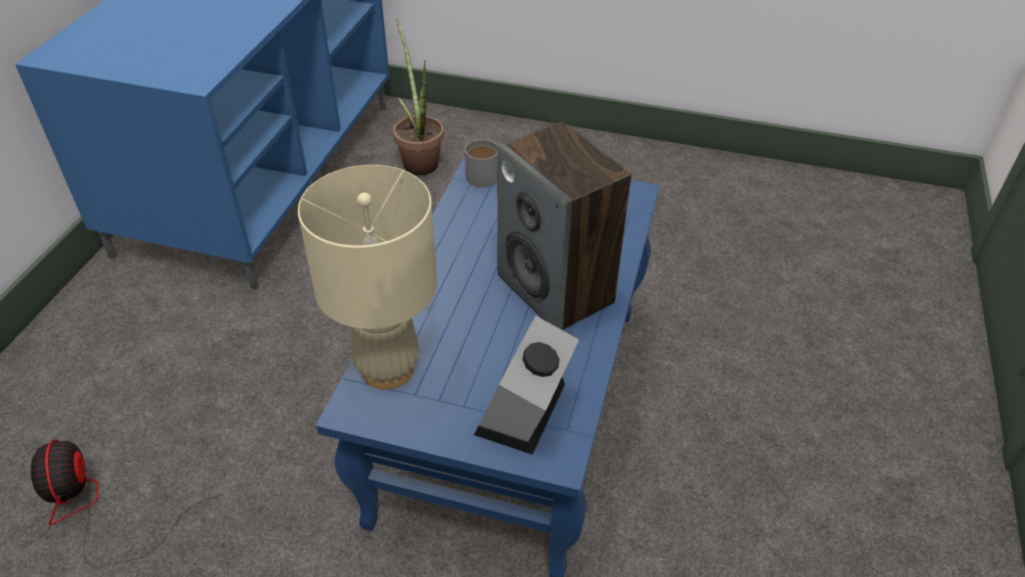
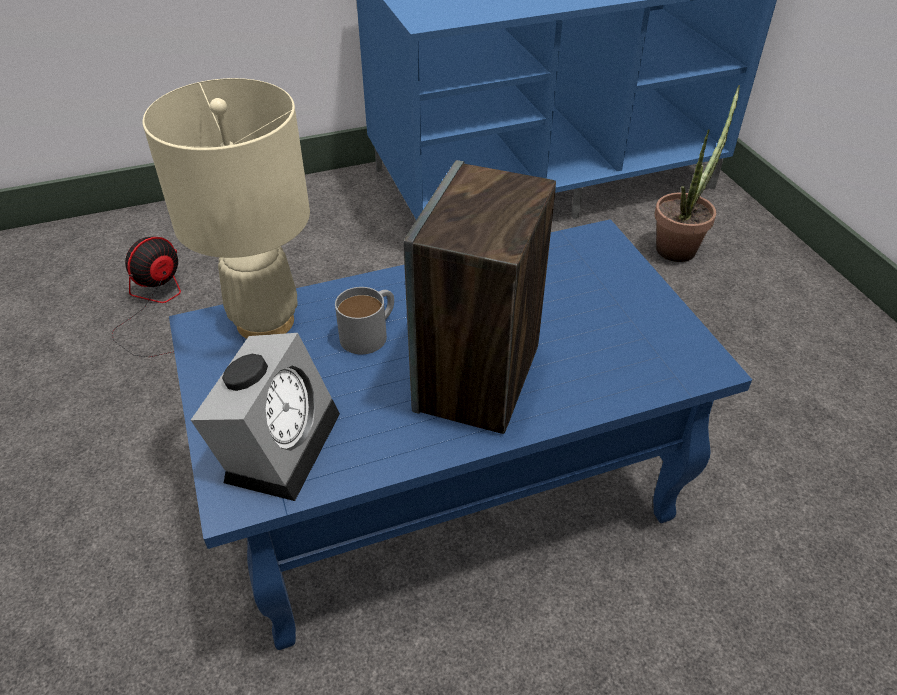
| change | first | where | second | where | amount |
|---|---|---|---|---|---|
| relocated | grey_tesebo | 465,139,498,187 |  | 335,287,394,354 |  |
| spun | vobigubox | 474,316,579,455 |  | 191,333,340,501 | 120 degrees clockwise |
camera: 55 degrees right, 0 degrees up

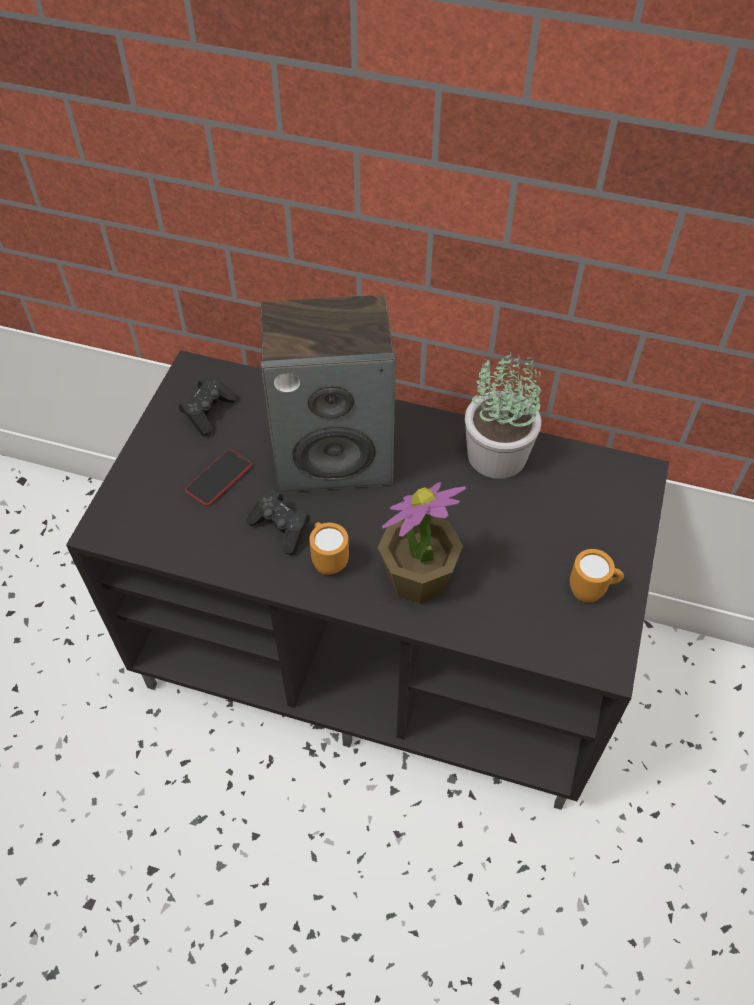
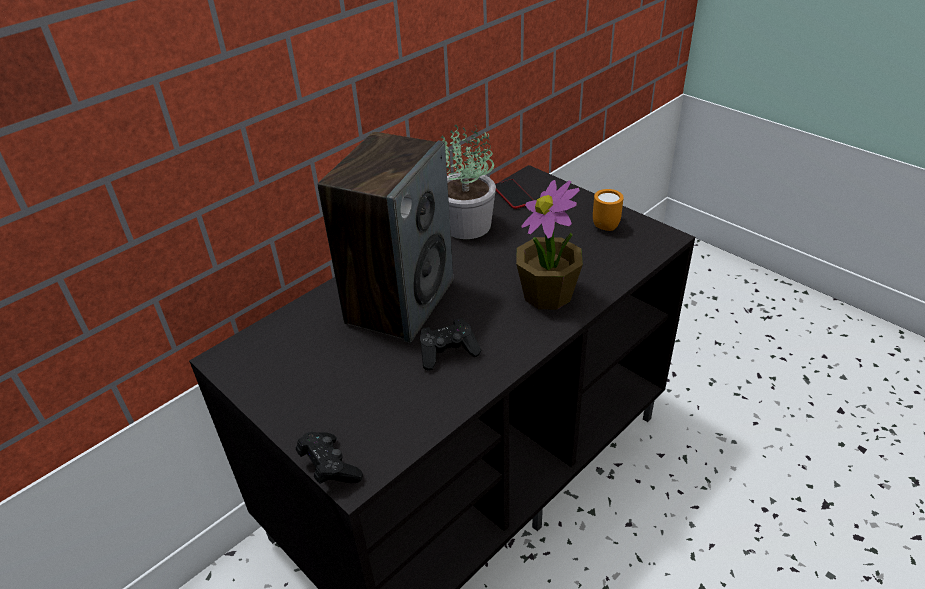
| change | first | where | second | where | amount |
|---|---|---|---|---|---|
| relocated | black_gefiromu | 179,375,236,436 |  | 296,432,363,484 |  |
| relocated | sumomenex | 185,449,252,506 |  | 495,179,534,209 |  |
| missing | orange_tesebo | 309,522,349,575 |  |  |  |
camera: 60 degrees left, 15 degrees down

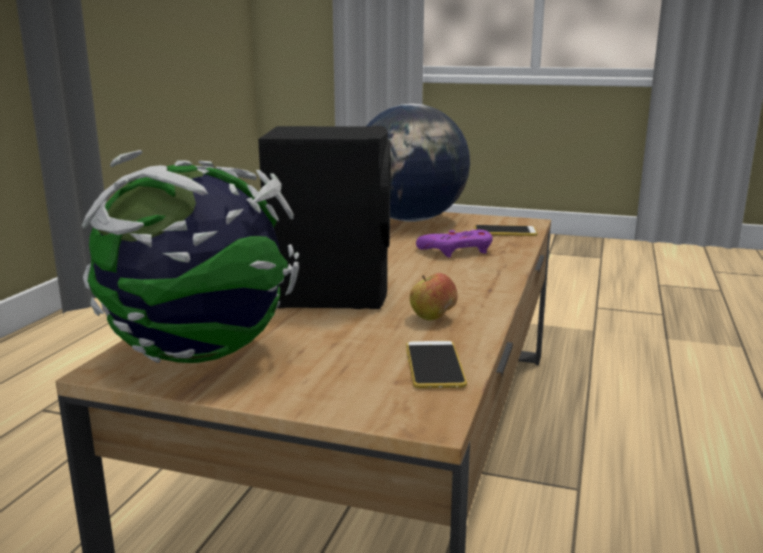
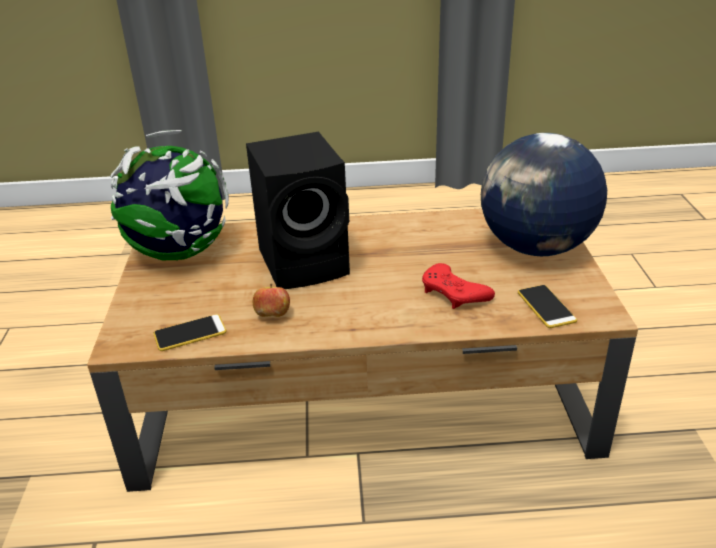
| change | first | where | second | where | amount |
|---|---|---|---|---|---|
| colour | purple_gefiromu | 416,230,493,258 | red_gefiromu | 422,263,495,309 |  |
camera: 70 degrees right, 15 degrees up

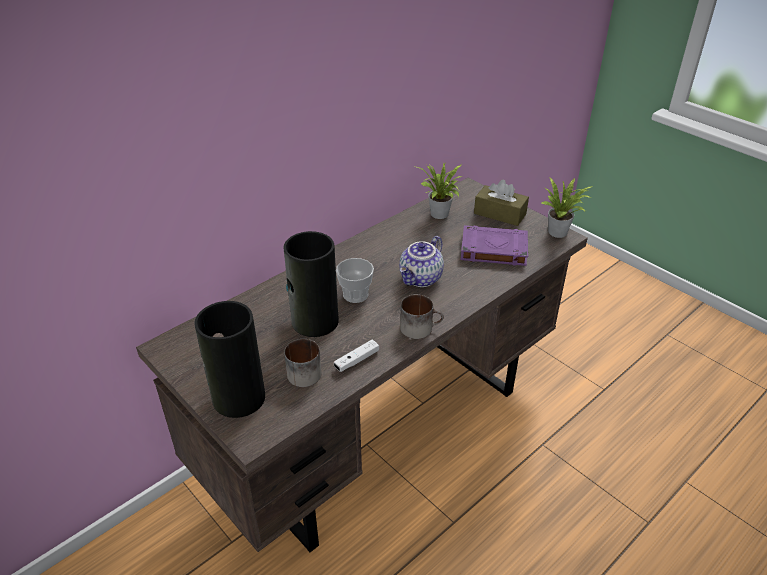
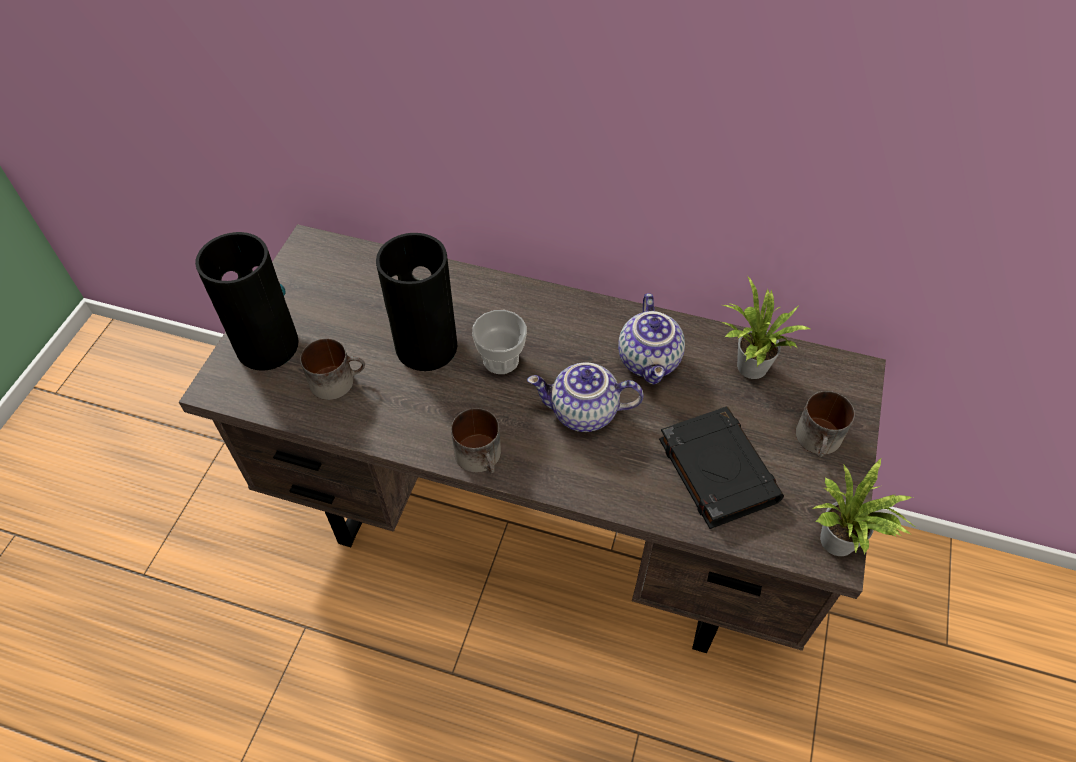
| change | first | where | second | where | amount |
|---|---|---|---|---|---|
| missing | white_gefiromu | 334,340,379,372 |  |  |  |
| colour | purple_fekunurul | 461,226,528,266 | black_fekunurul | 659,406,784,529 |  |
| exchanged | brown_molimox | 474,180,529,226 | tesebo | 796,391,855,457 |  |
| appeared |  |  | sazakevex | 618,293,685,385 |  |
camera: 60 degrees right, 15 degrees up

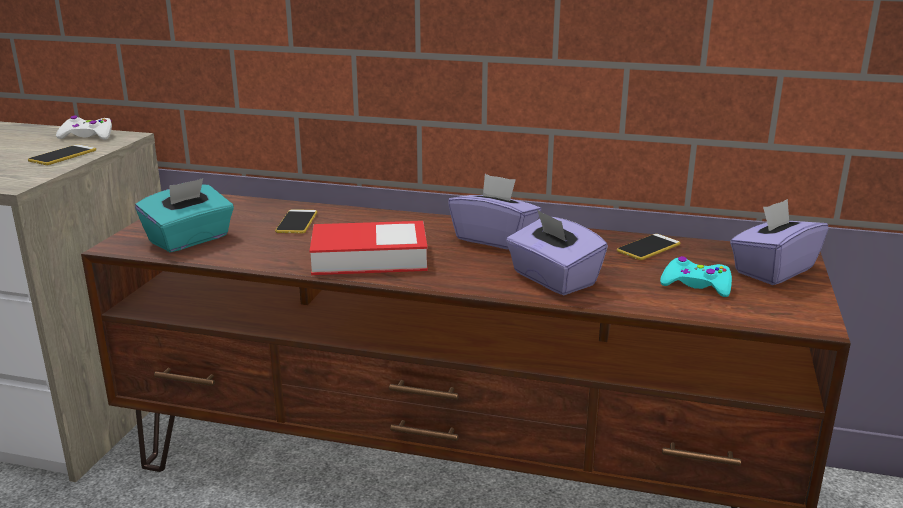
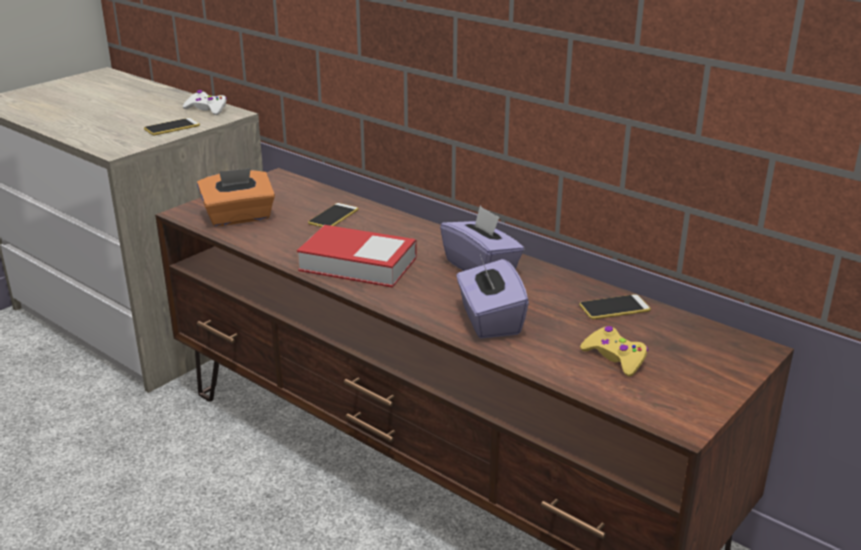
| change | first | where | second | where | amount |
|---|---|---|---|---|---|
| colour | turquoise_molimox | 135,178,234,252 | orange_molimox | 197,168,275,227 |  |
| colour | turquoise_gefiromu | 660,256,732,297 | yellow_gefiromu | 580,326,648,376 |  |
| missing | purple_molimox | 730,199,829,285 |  |  |  |
camera: 25 degrees right, 5 degrees up

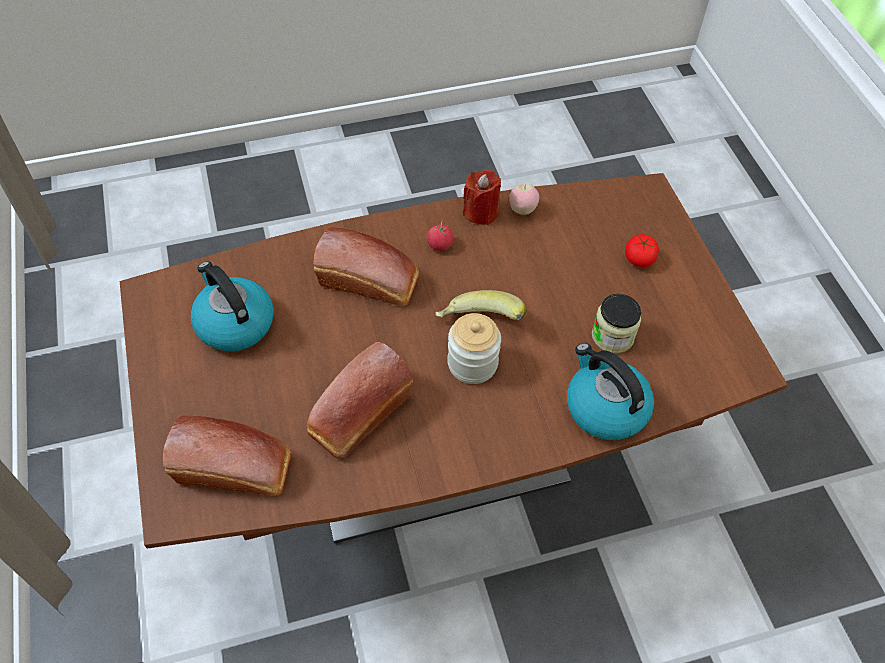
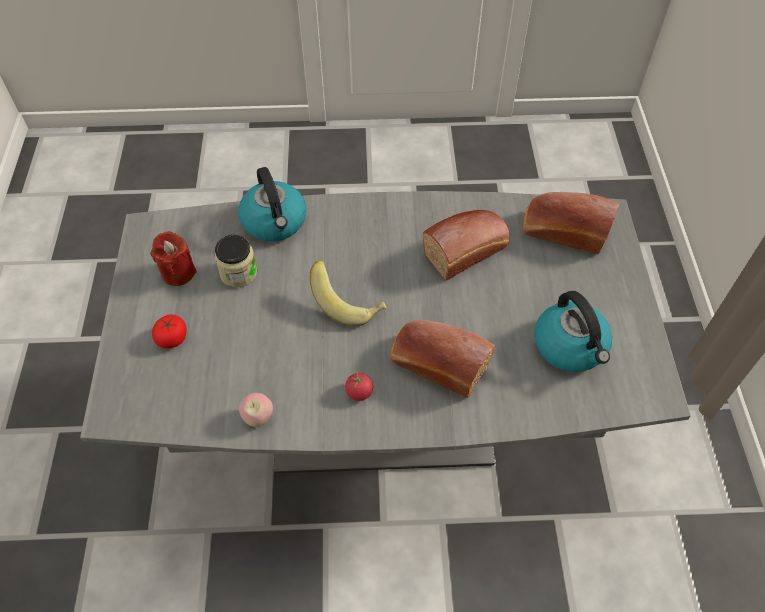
| change | first | where | second | where | amount |
|---|---|---|---|---|---|
| colour | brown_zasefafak | 120,173,788,549 | grey_zasefafak | 80,191,691,473 |  |
| missing | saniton | 447,313,501,384 |  |  |  |
| relocated | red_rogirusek | 463,169,501,225 |  | 150,231,197,286 |  |
camera: 165 degrees left, 0 degrees up

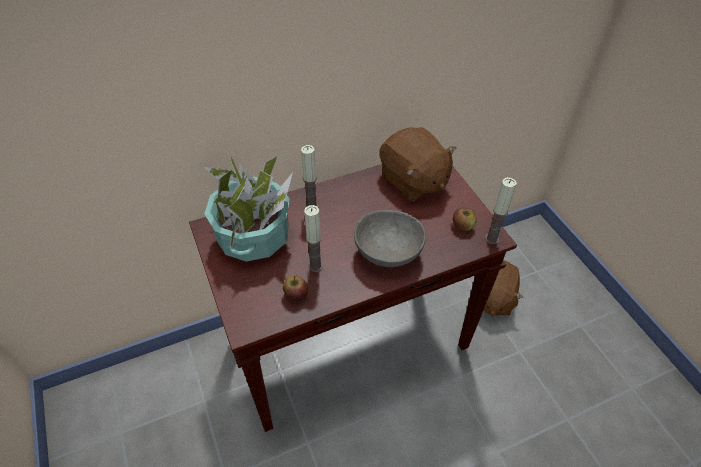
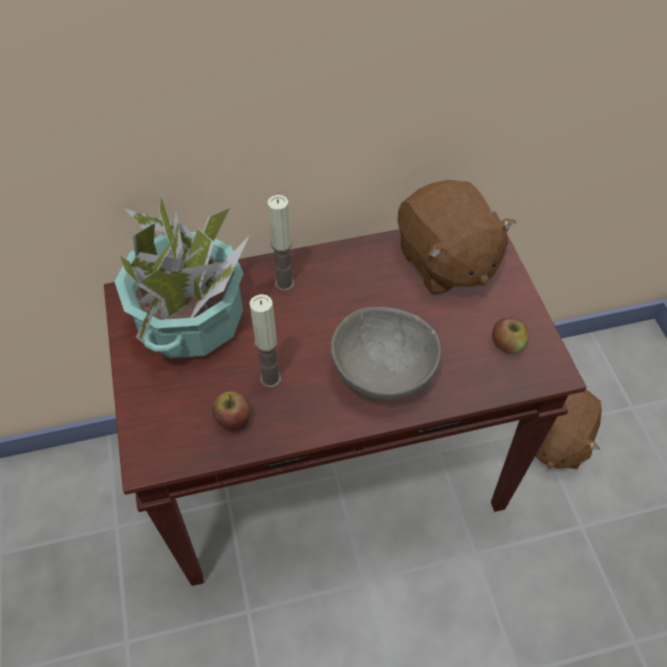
| change | first | where | second | where | amount |
|---|---|---|---|---|---|
| missing | rogirusek | 485,177,517,244 |  |  |  |
camera: 10 degrees right, 5 degrees up

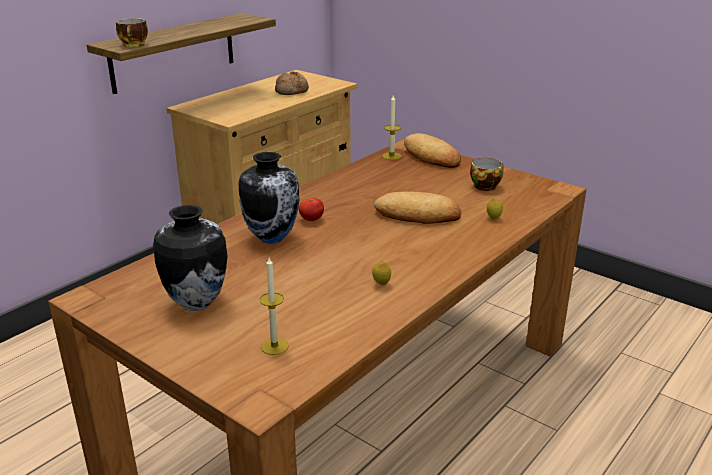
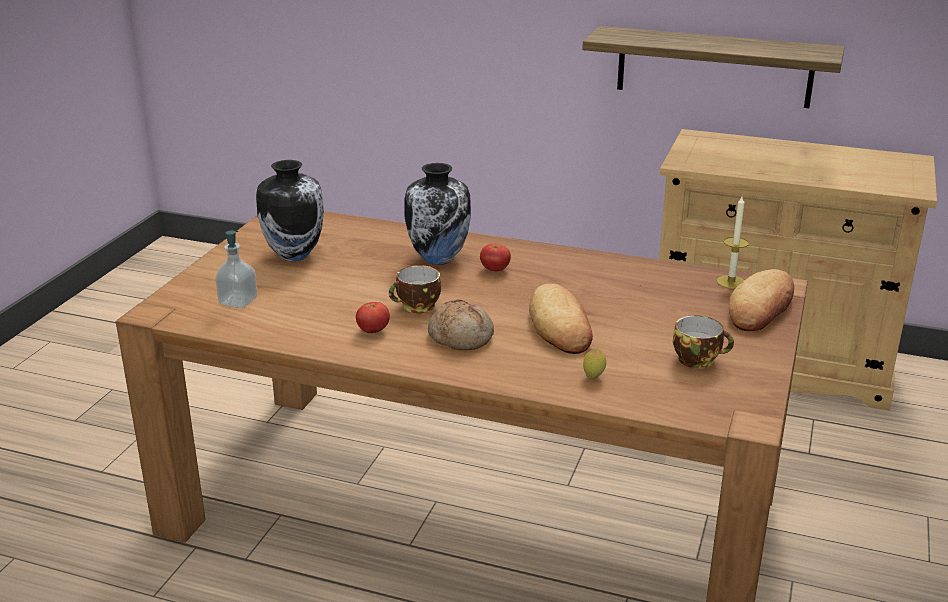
| change | first | where | second | where | amount |
|---|---|---|---|---|---|
| relocated | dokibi | 116,18,148,47 |  | 389,265,441,313 |  |
| exchanged | rogirusek | 260,257,289,355 | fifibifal | 215,230,257,308 |  |
| relocated | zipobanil | 275,71,309,95 |  | 428,299,494,350 |  |
| exchanged | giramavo | 372,262,391,285 | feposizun | 356,302,390,333 |  |
camera: 70 degrees right, 0 degrees up

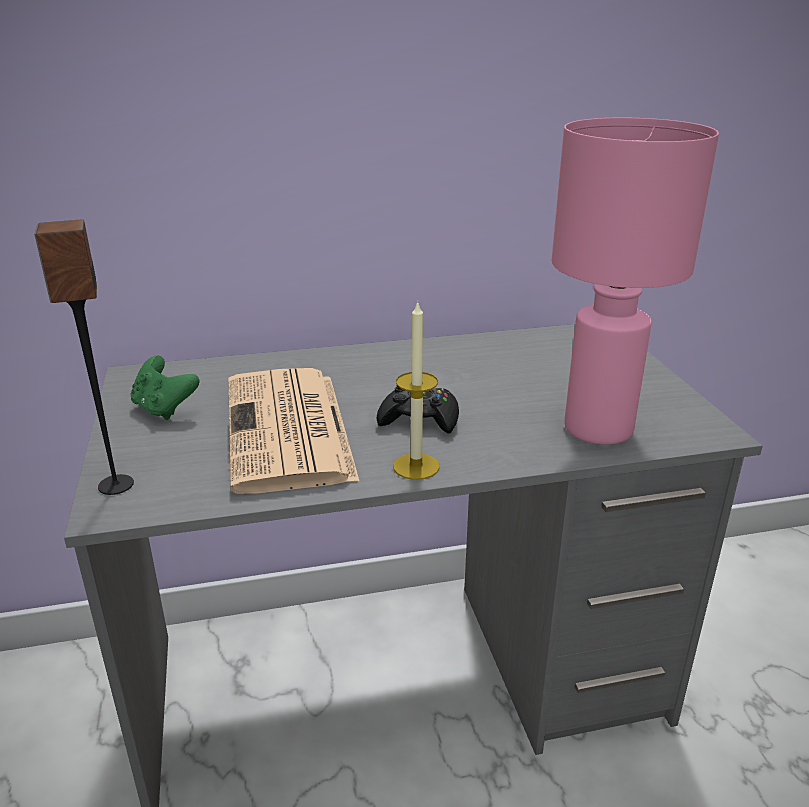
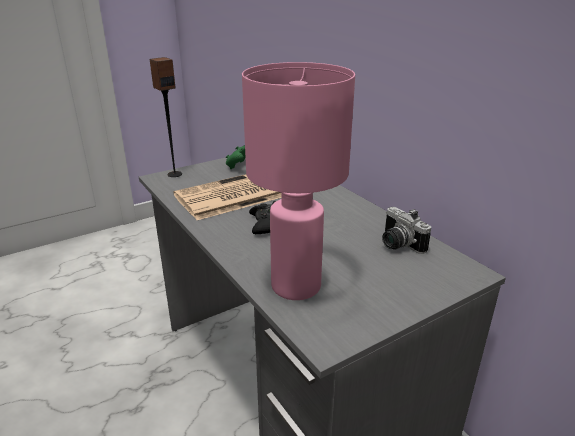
| change | first | where | second | where | amount |
|---|---|---|---|---|---|
| missing | rogirusek | 393,301,440,480 |  |  |  |
| appeared |  |  | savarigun | 382,207,431,254 |  |
camera: 70 degrees right, 0 degrees up

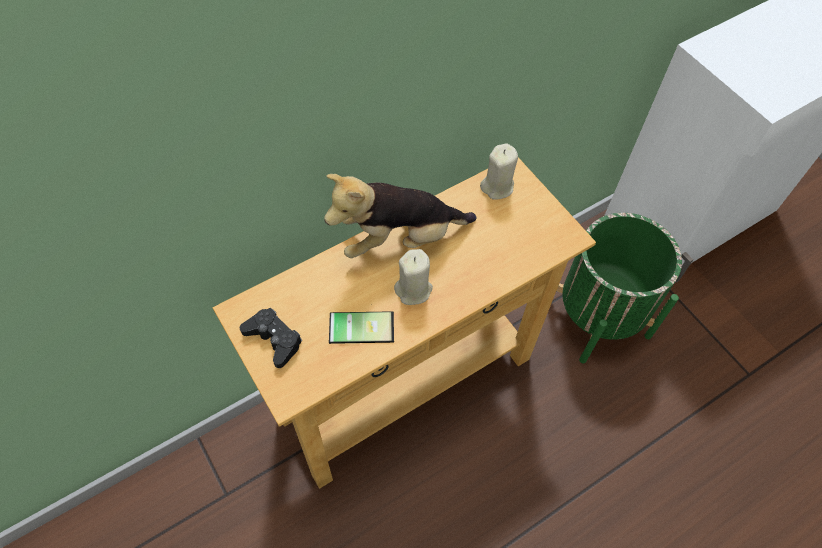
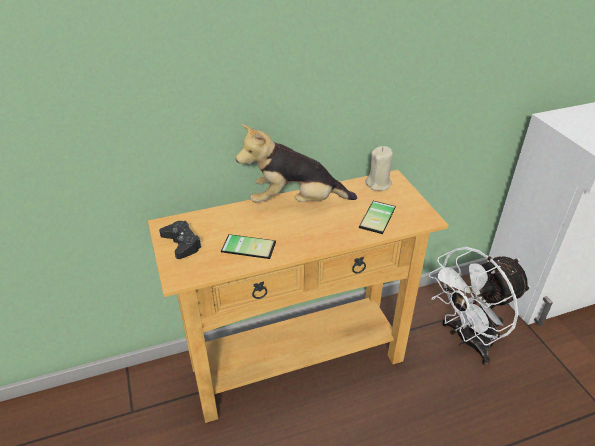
| change | first | where | second | where | amount |
|---|---|---|---|---|---|
| missing | beige_rogirusek | 394,249,433,305 |  |  |  |
| exchanged | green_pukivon | 557,213,682,363 | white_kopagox | 428,247,531,365 |  |
| appeared |  |  | sumomenex | 359,201,396,234 |  |
camera: 15 degrees right, 20 degrees down

